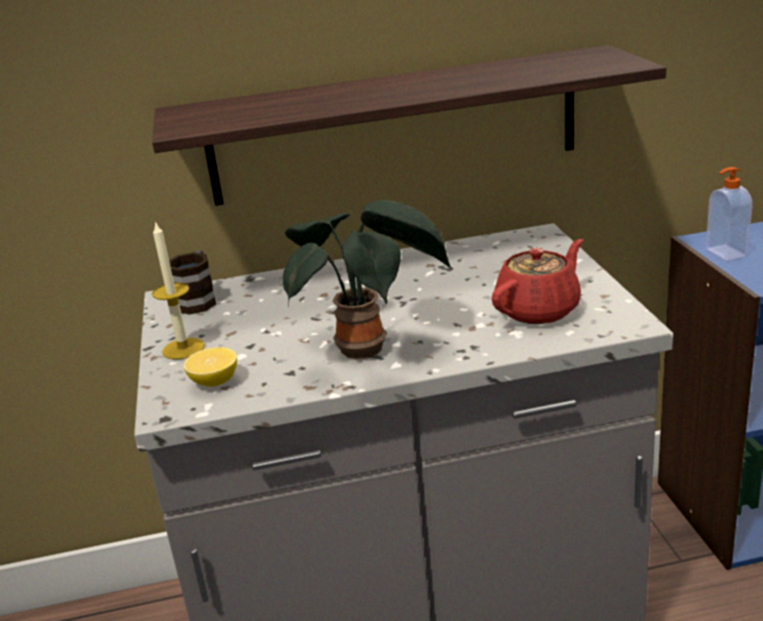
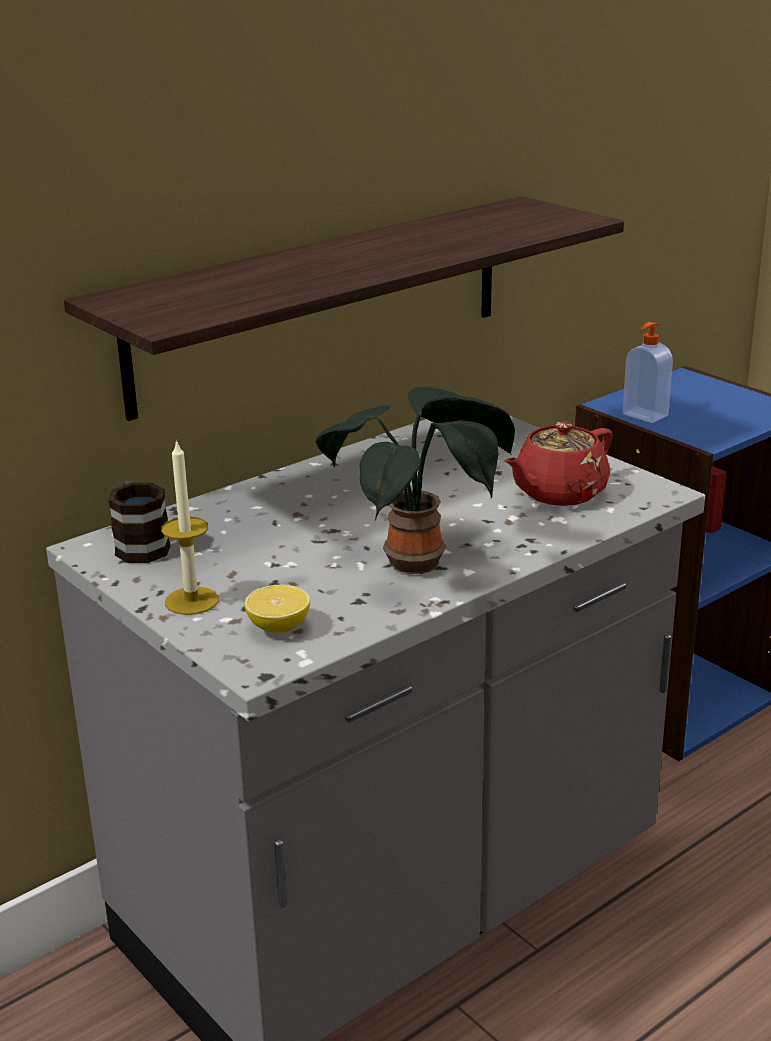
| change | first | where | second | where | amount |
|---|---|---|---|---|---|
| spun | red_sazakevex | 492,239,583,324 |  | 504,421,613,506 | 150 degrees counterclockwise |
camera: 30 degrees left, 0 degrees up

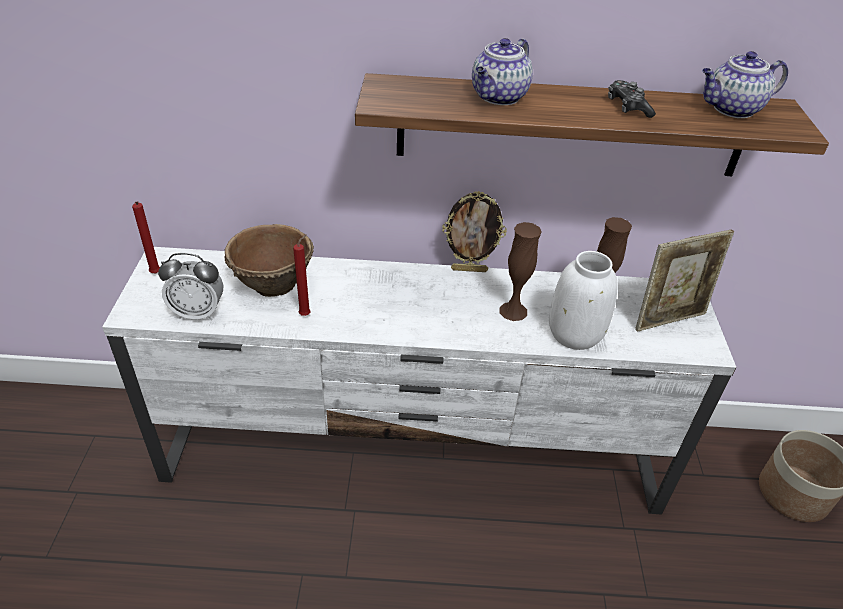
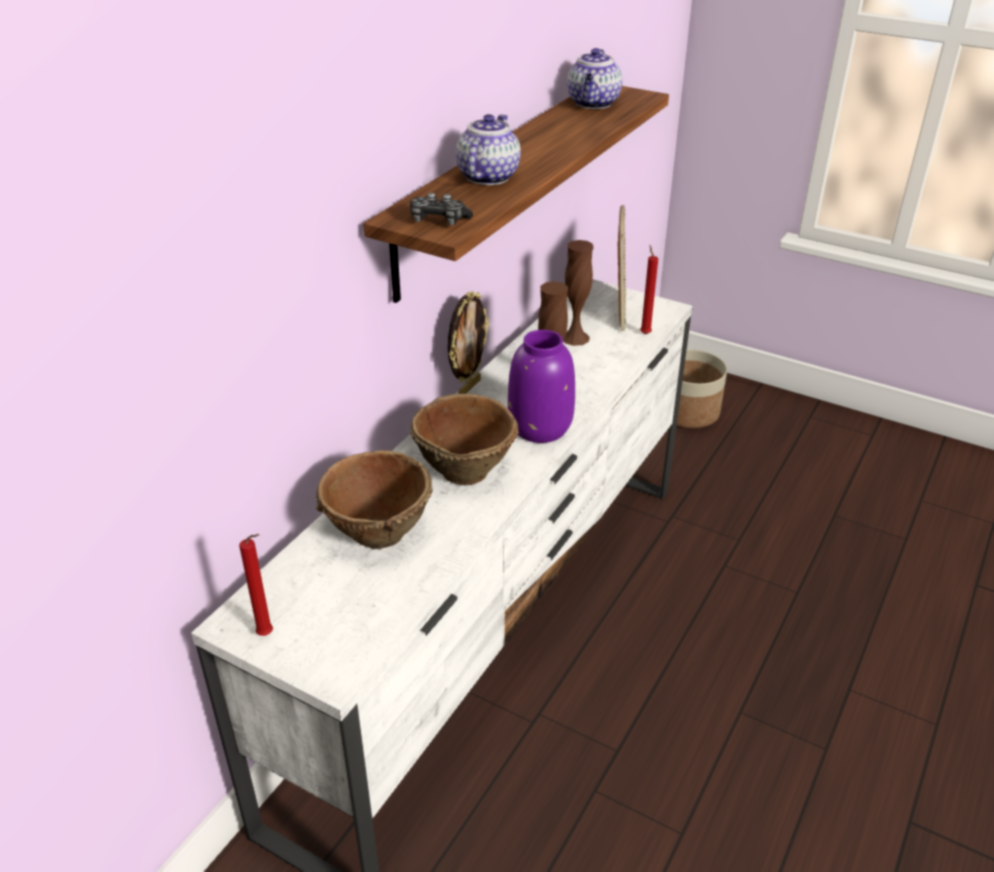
| change | first | where | second | where | amount |
|---|---|---|---|---|---|
| missing | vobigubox | 158,253,223,320 |  |  |  |
| relocated | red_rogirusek | 293,234,311,316 |  | 640,245,658,334 |  |
| spun | sazakevex | 472,38,533,105 |  | 456,114,521,185 | 135 degrees counterclockwise |
| missing | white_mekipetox | 549,251,618,350 |  |  |  |
| relocated | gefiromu | 608,80,656,118 |  | 410,192,473,225 |  |
| appeared |  |  | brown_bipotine | 410,394,519,486 |  |
| appeared |  |  | purple_mekipetox | 508,330,575,443 |  |
camera: 60 degrees left, 5 degrees down

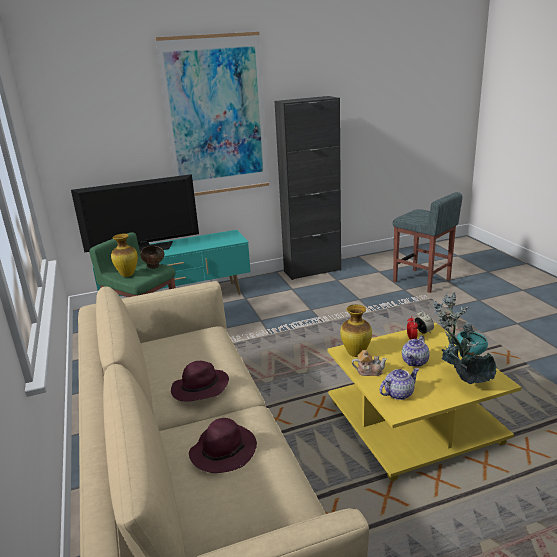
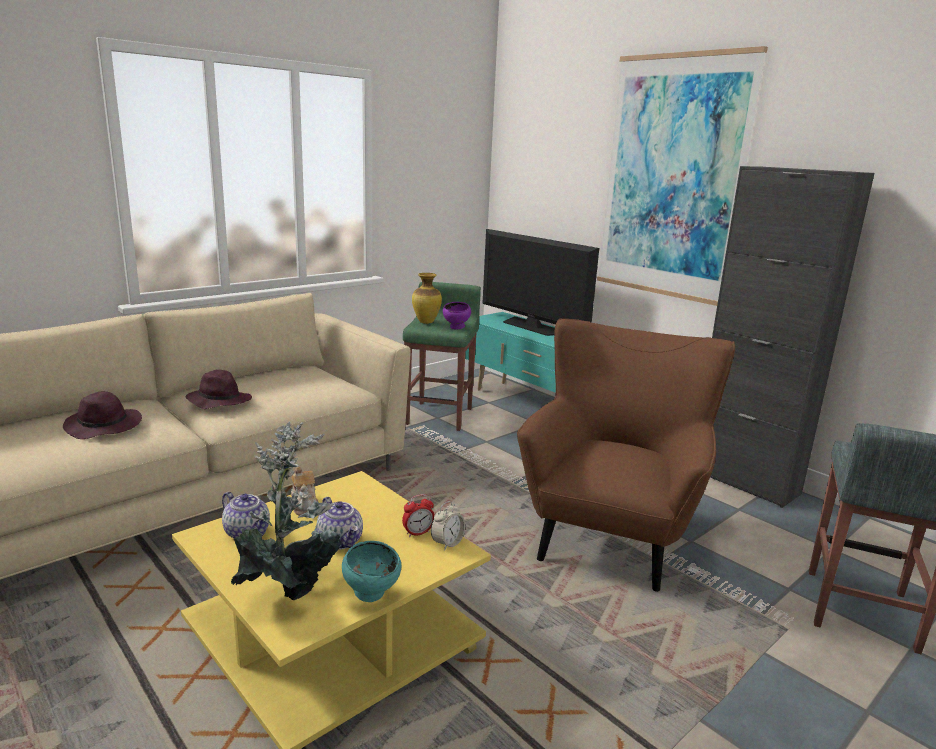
| change | first | where | second | where | amount |
|---|---|---|---|---|---|
| colour | brown_bipotine | 140,246,164,269 | purple_bipotine | 443,302,471,330 |  |
| missing | mekipetox | 340,305,372,357 |  |  |  |
| spun | sazakevex | 402,335,430,367 |  | 317,497,363,550 | 135 degrees counterclockwise |
| appeared |  |  | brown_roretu | 517,318,735,592 |  |
camera: 65 degrees right, 5 degrees down

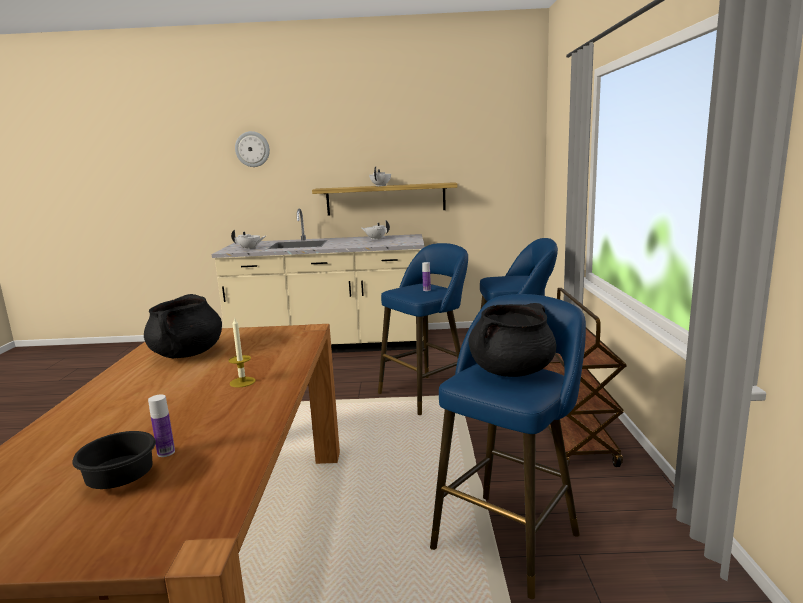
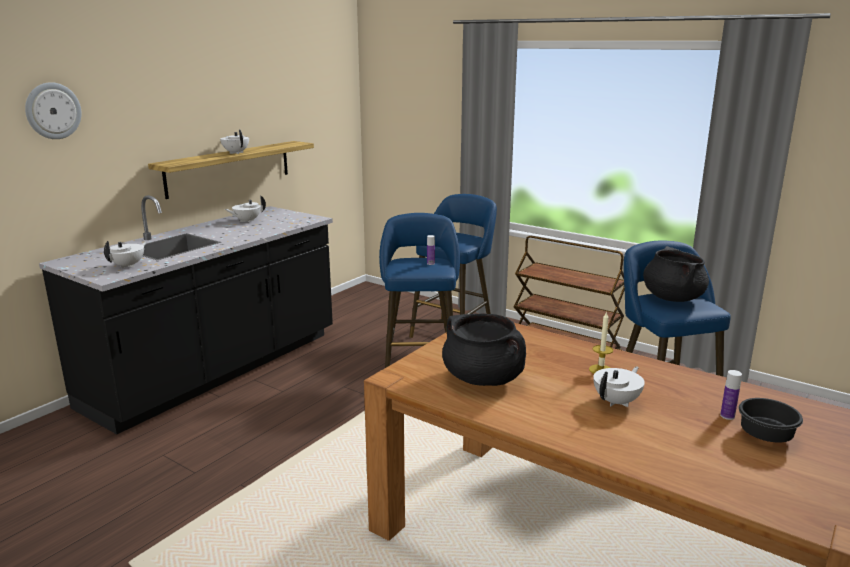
| change | first | where | second | where | amount |
|---|---|---|---|---|---|
| colour | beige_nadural | 212,209,425,353 | black_nadural | 39,195,333,434 |  |
| appeared |  |  | white_sazakevex | 593,366,645,407 |  |
camera: 55 degrees left, 5 degrees up

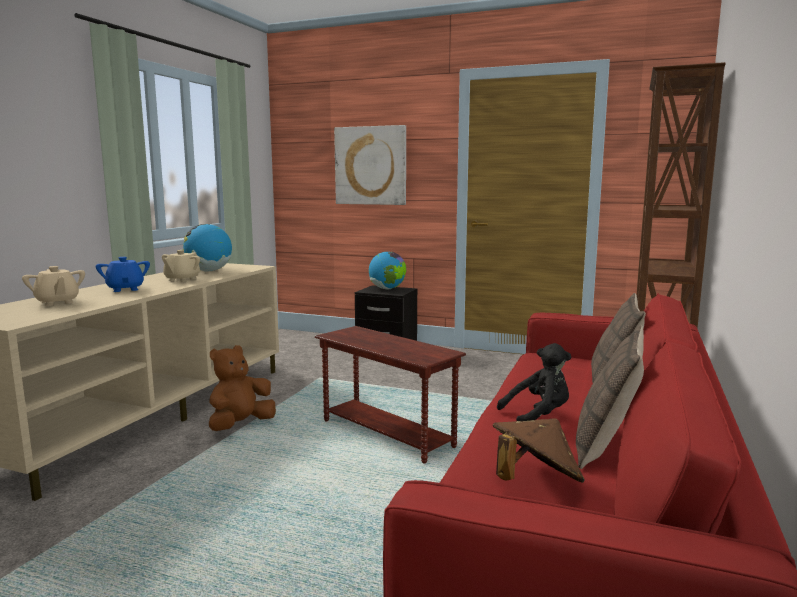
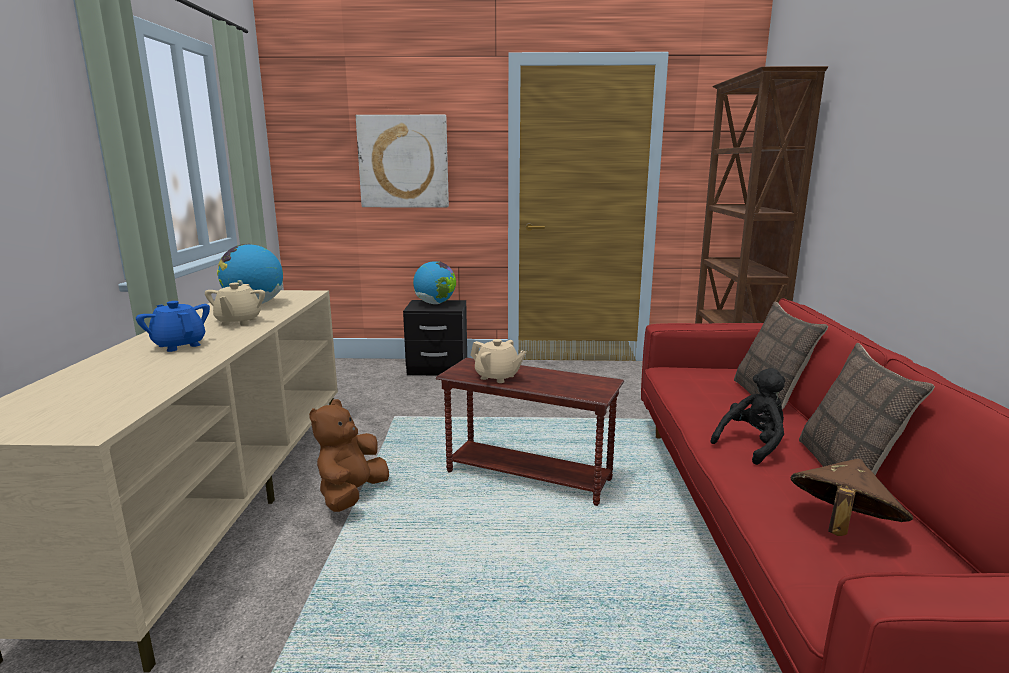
| change | first | where | second | where | amount |
|---|---|---|---|---|---|
| relocated | beige_sazakevex | 22,266,85,306 |  | 471,339,527,383 |  |
camera: 20 degrees left, 5 degrees up

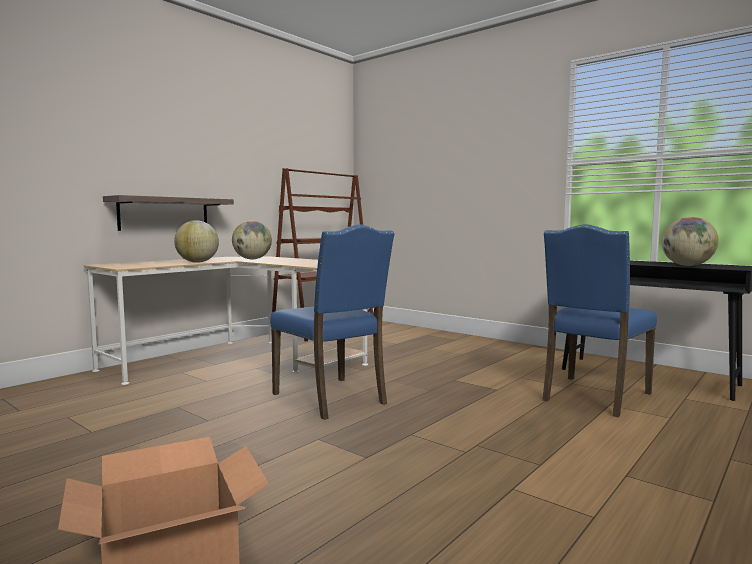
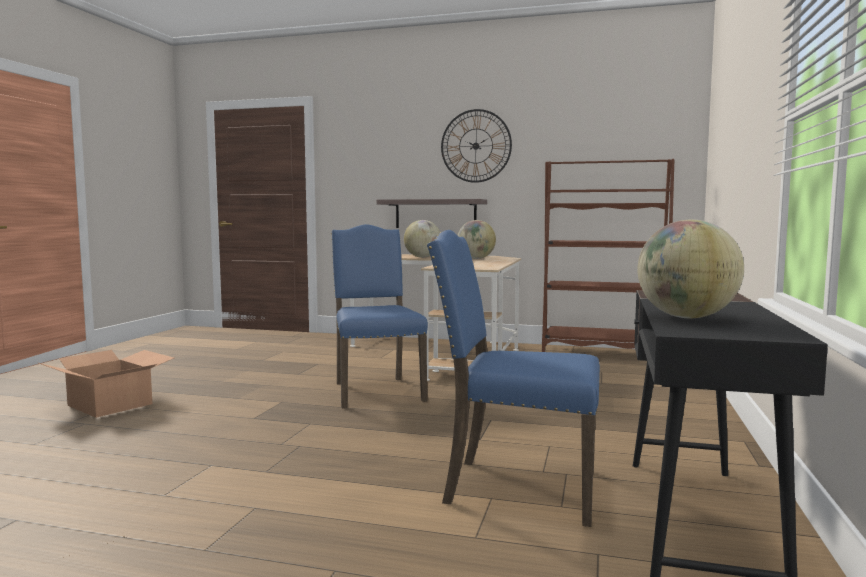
| change | first | where | second | where | amount |
|---|---|---|---|---|---|
| spun | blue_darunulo | 270,224,395,420 |  | 332,224,428,408 | 135 degrees clockwise |
| appeared |  |  | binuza | 441,109,512,183 |  |
camera: 65 degrees right, 0 degrees up

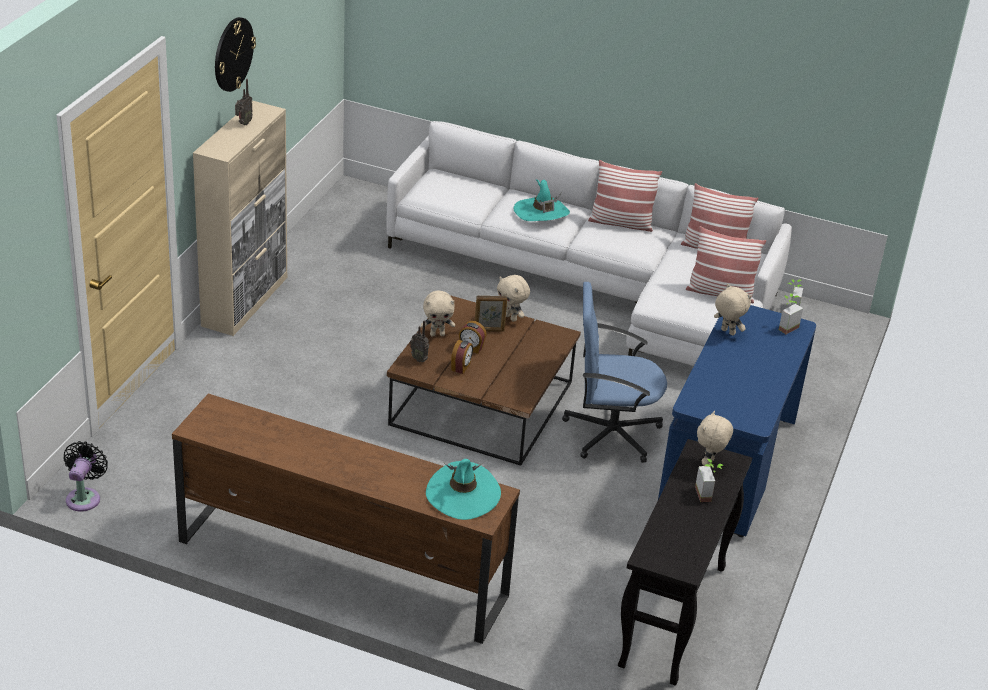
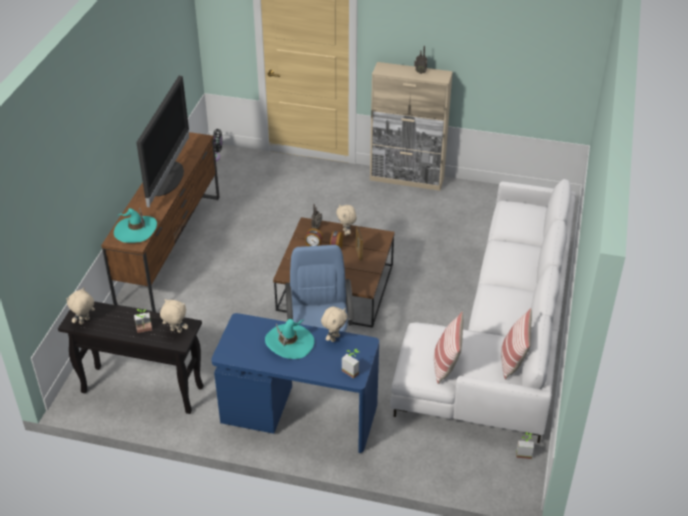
| change | first | where | second | where | amount |
|---|---|---|---|---|---|
| missing | binuza | 215,17,256,92 |  |  |  |
| relocated | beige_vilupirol | 497,275,530,322 |  | 66,287,95,325 |  |
| relocated | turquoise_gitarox | 513,180,570,221 |  | 265,319,315,359 |  |
| missing | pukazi | 588,160,662,232 |  |  |  |
| appeared |  |  | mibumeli | 136,76,189,207 |  |
camera: 85 degrees right, 5 degrees up

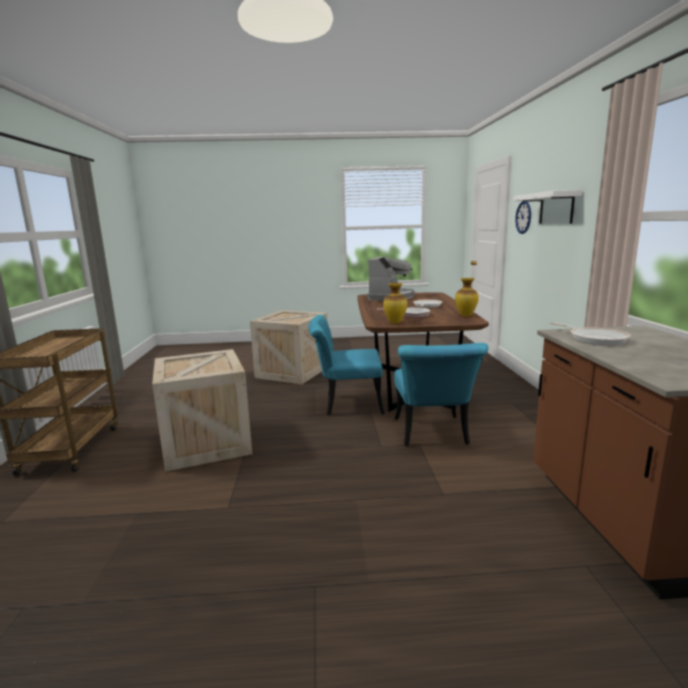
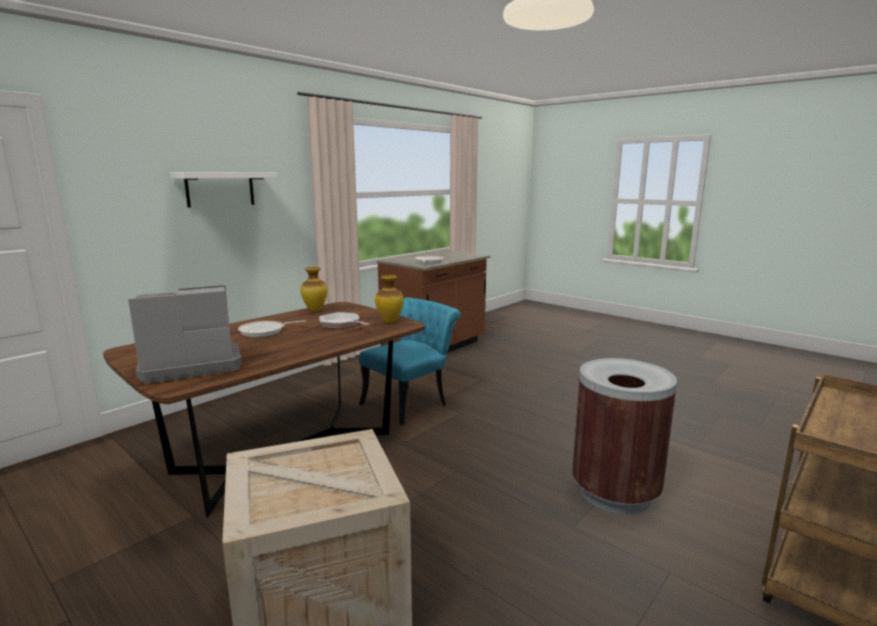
| change | first | where | second | where | amount |
|---|---|---|---|---|---|
| exchanged | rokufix | 152,349,252,472 | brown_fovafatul | 572,358,677,514 |  |
| missing | turquoise_darunulo | 308,314,385,415 |  |  |  |
| missing | binuza | 515,201,531,234 |  |  |  |
camera: 135 degrees left, 0 degrees up

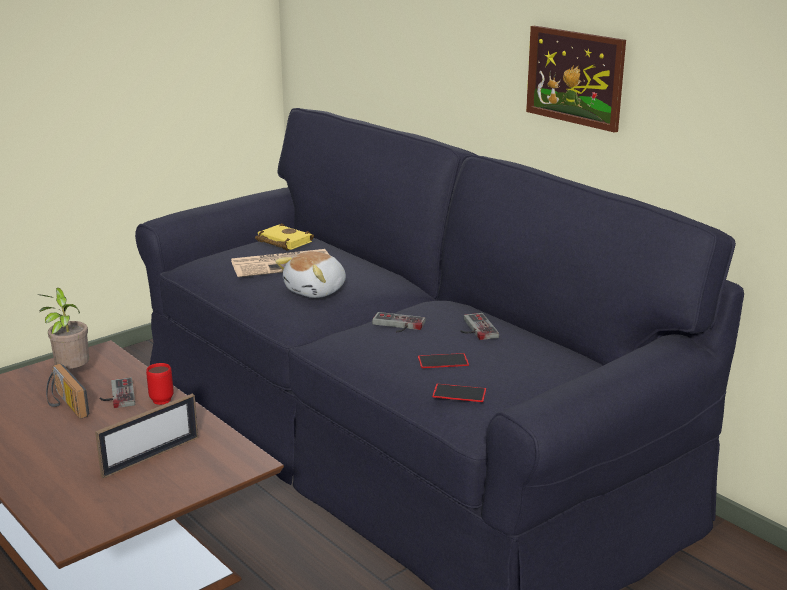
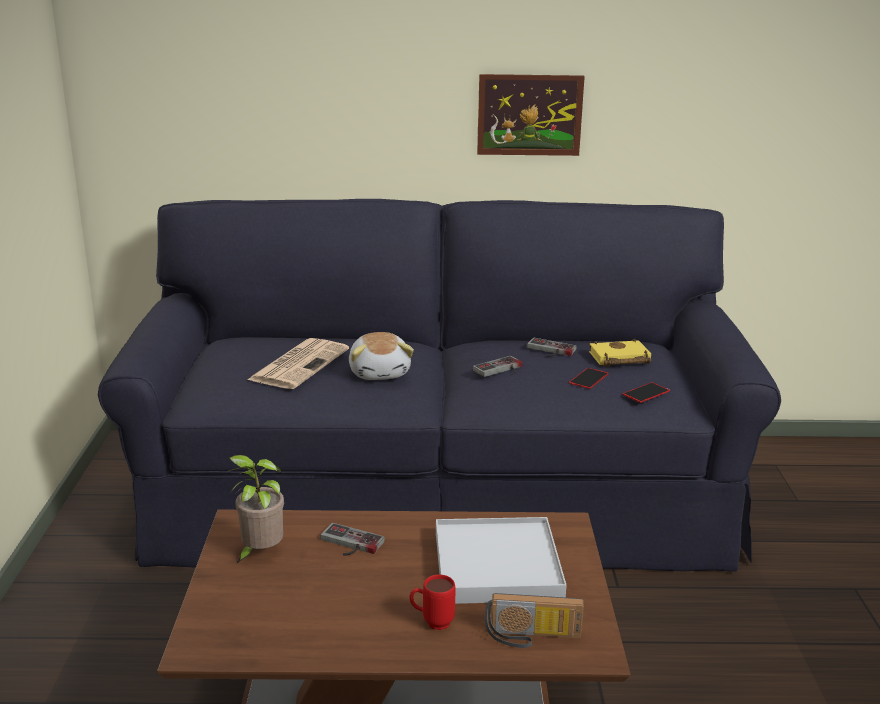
| change | first | where | second | where | amount |
|---|---|---|---|---|---|
| relocated | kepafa | 46,364,89,419 |  | 484,593,584,648 |  |
| exchanged | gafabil | 95,394,198,478 | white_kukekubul | 436,517,567,604 |  |
| relocated | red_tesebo | 146,363,174,405 |  | 410,574,455,630 |  |
| relocated | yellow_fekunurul | 255,223,314,251 |  | 589,338,651,367 |  |
camera: 50 degrees left, 0 degrees up

